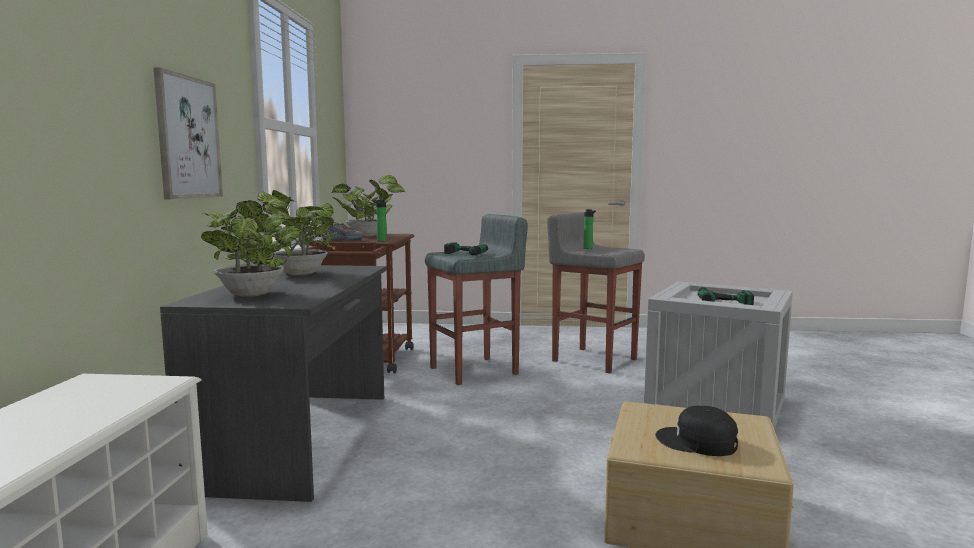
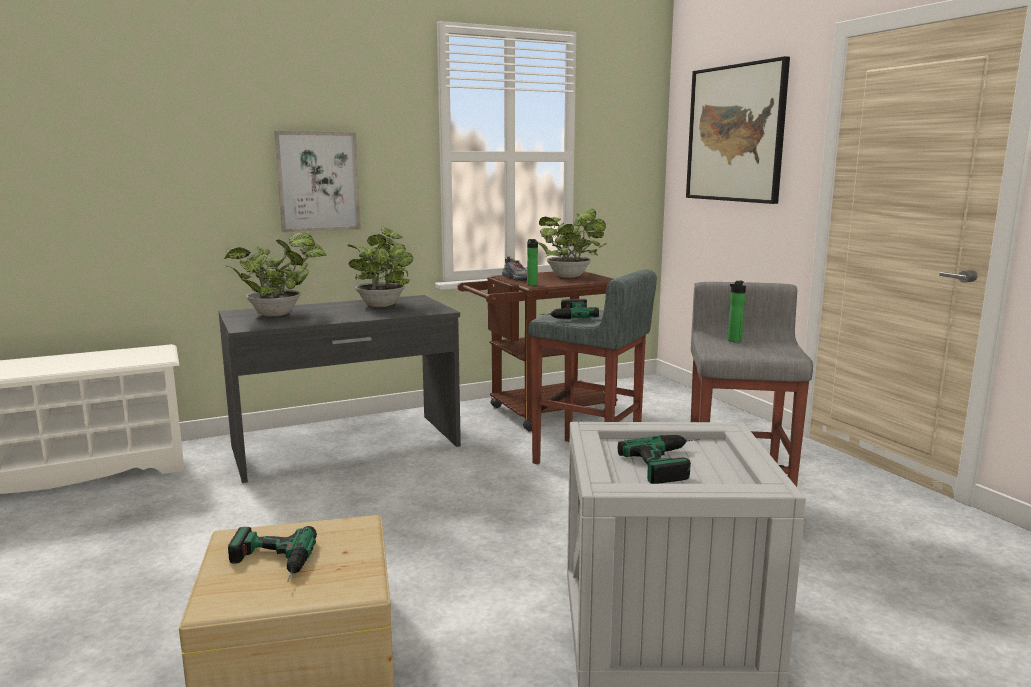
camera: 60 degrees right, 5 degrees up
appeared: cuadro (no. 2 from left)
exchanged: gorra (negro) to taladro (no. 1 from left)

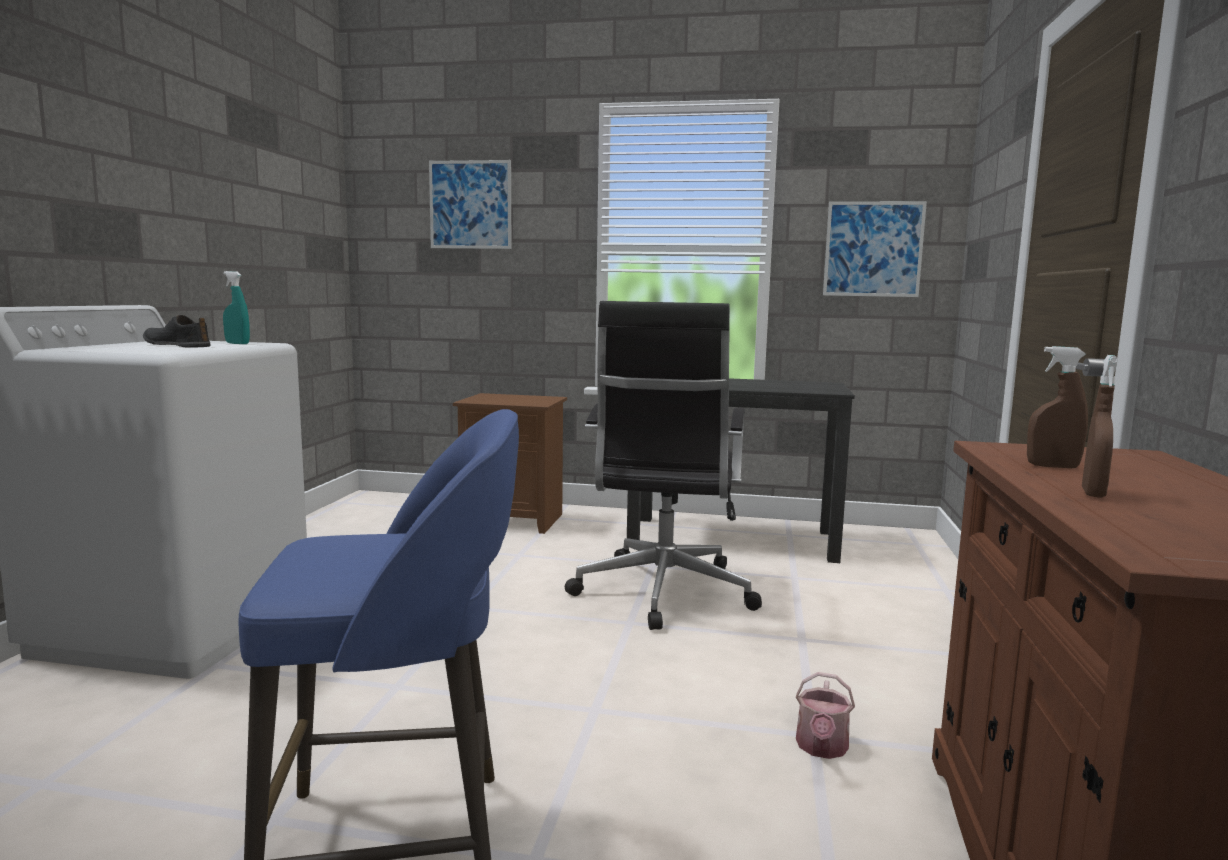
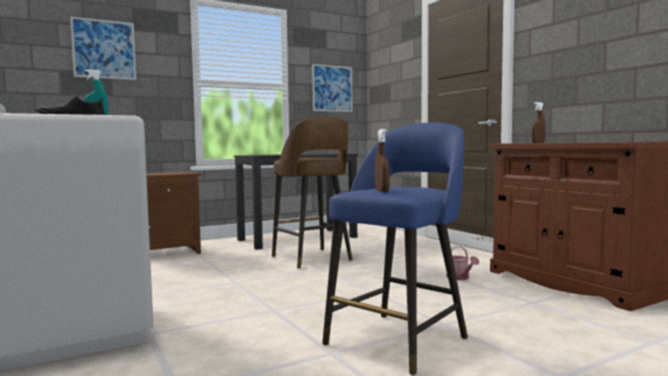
camera: 40 degrees left, 5 degrees down
relocated: pulverizador (marrón) (no. 2 from left in the first image) to pulverizador (marrón) (no. 1 from left)
exchanged: silla de oficina (negro) to taburete (marrón)

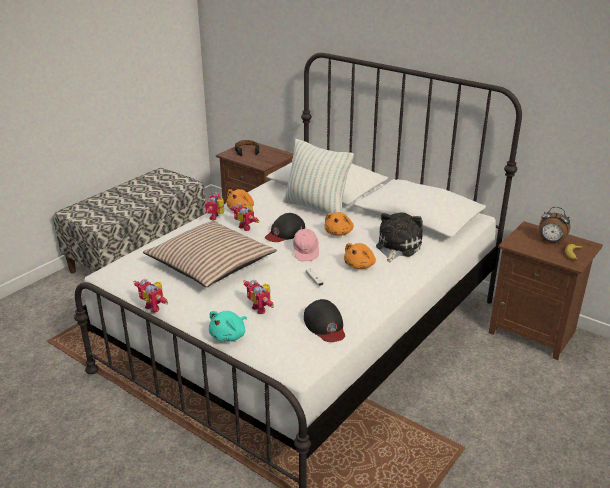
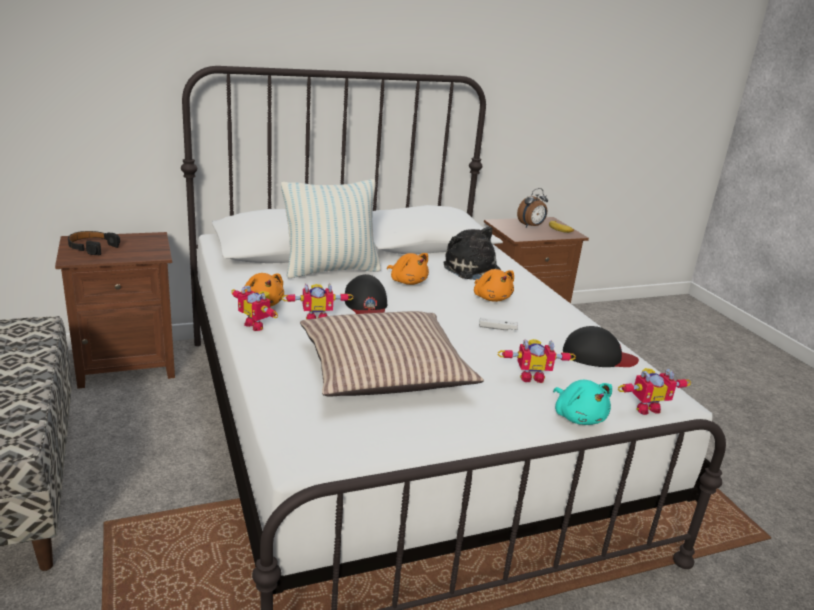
camera: 60 degrees left, 5 degrees down
missing: gorra (rosa)
relocated: robot de juguete (no. 1 from left in the first image) to robot de juguete (no. 4 from left)

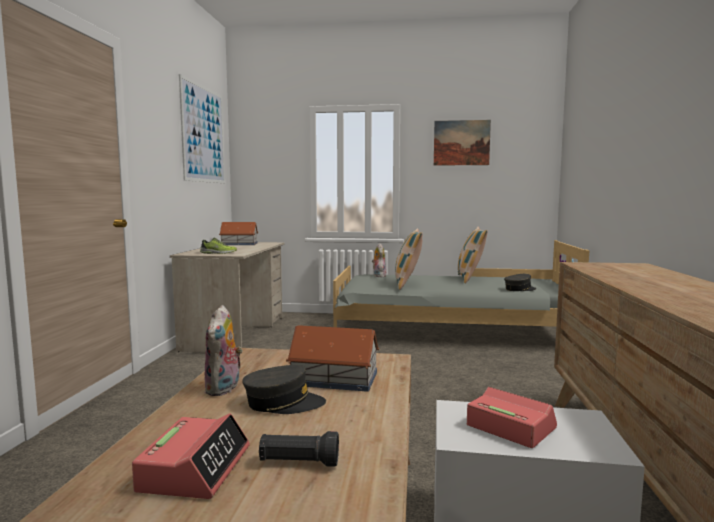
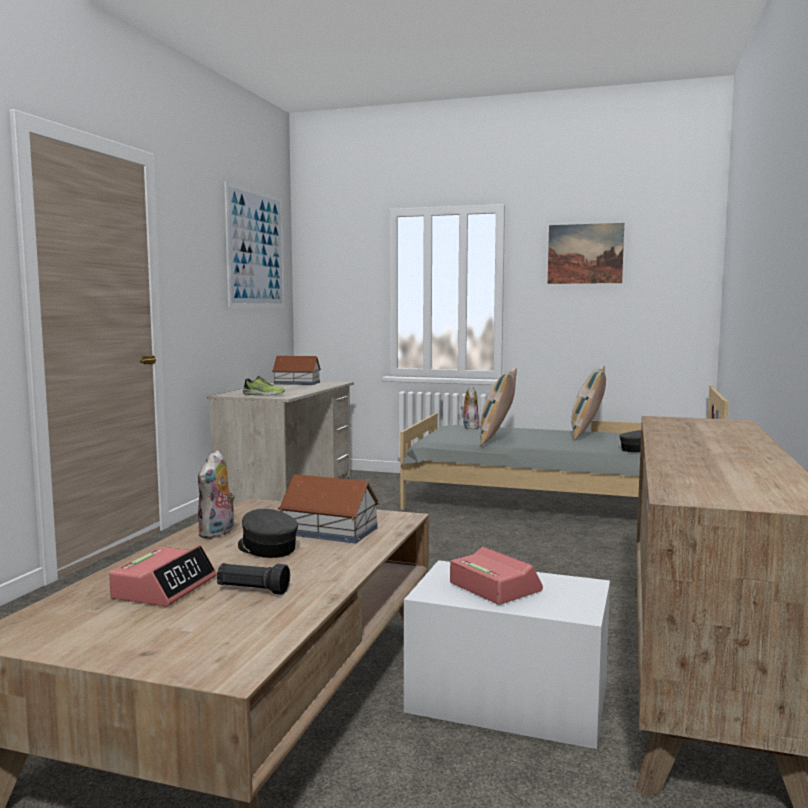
camera: 10 degrees right, 0 degrees up
spun: gorra (gris) (no. 1 from left) 135 degrees counterclockwise

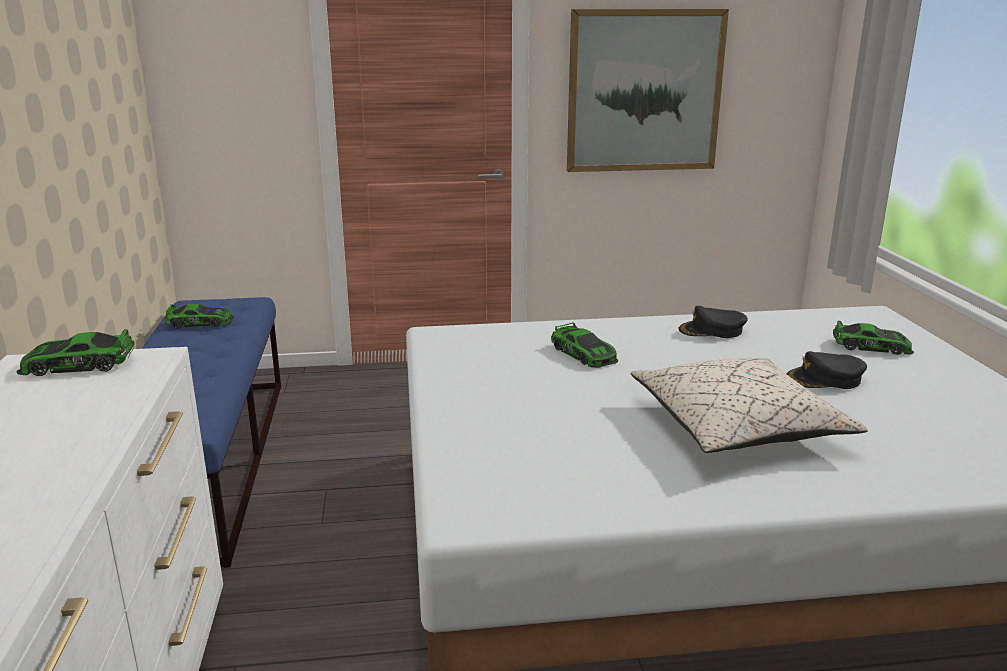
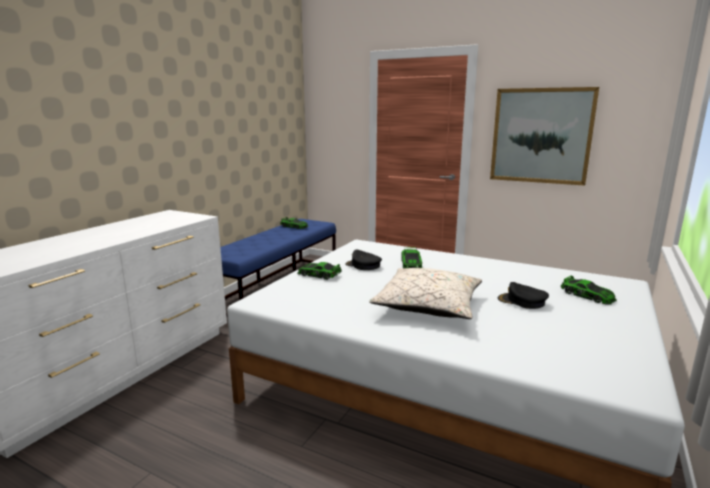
camera: 35 degrees right, 5 degrees down
relocated: coche de juguete (no. 1 from left in the first image) to coche de juguete (no. 2 from left); gorra (negro) (no. 1 from left)

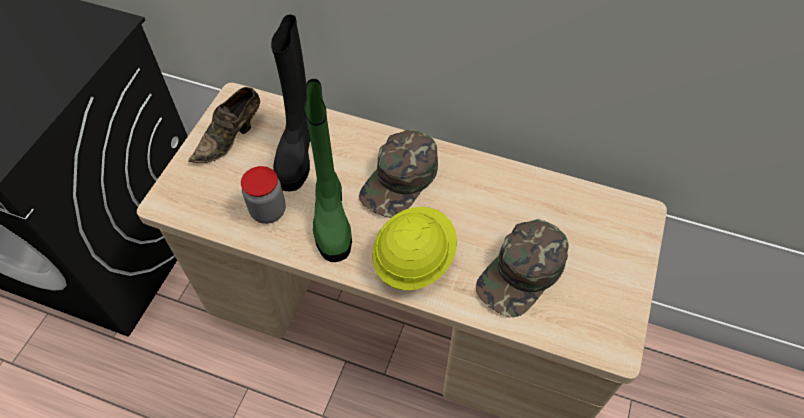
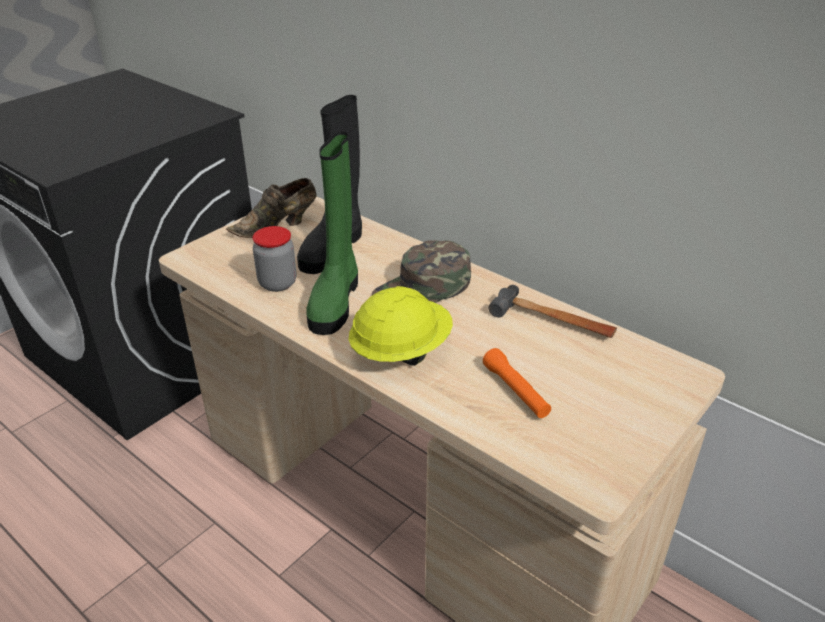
camera: 20 degrees right, 20 degrees down
appeared: martillo
exchanged: gorra (verde) (no. 2 from left) to linterna (naranja)

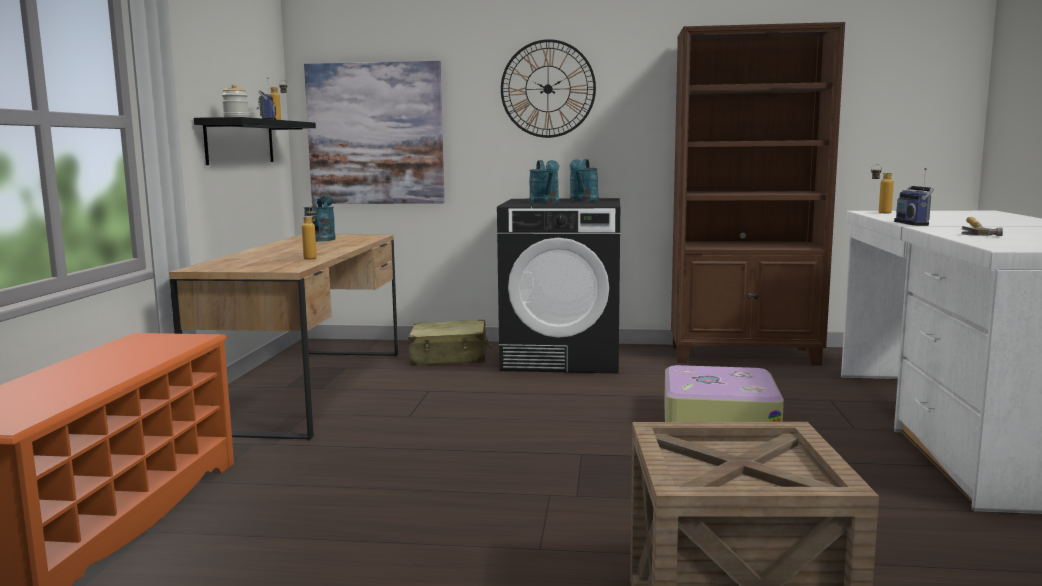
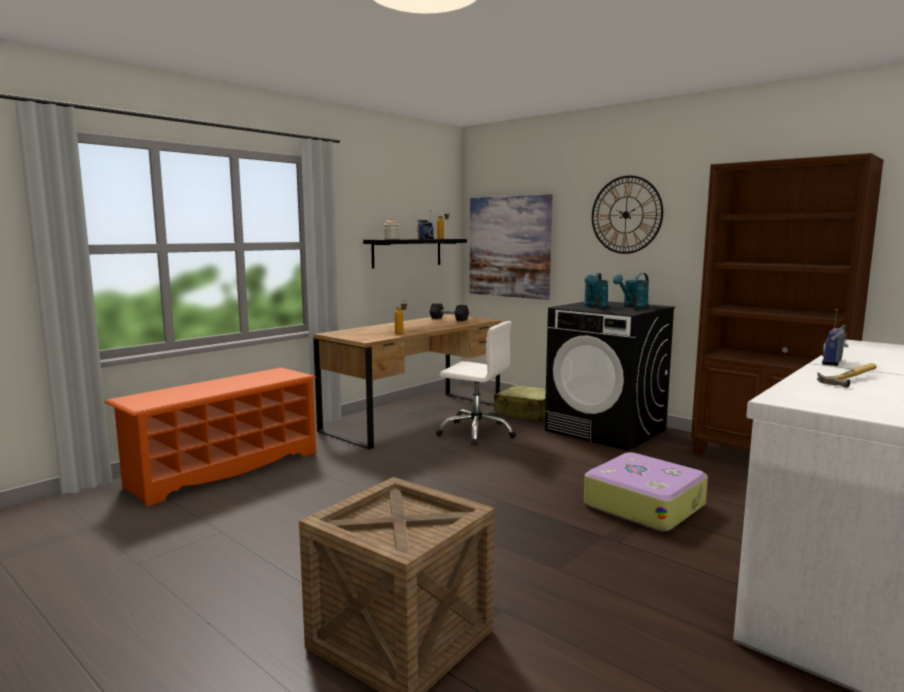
camera: 35 degrees right, 0 degrees up
missing: botella (no. 3 from left)
appeared: silla de oficina (blanco)
exchanged: regadera (turquesa) (no. 1 from left) to mancuerna (gris)

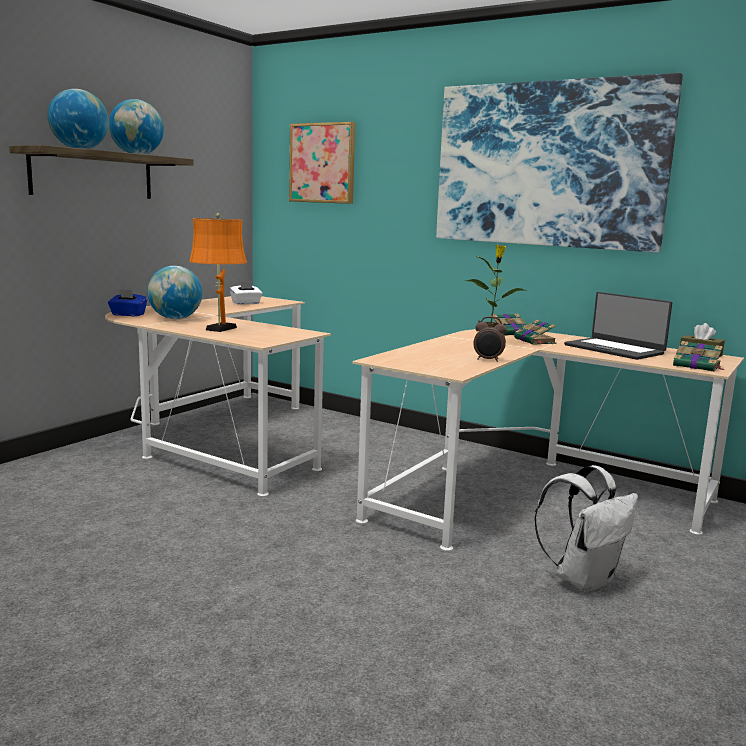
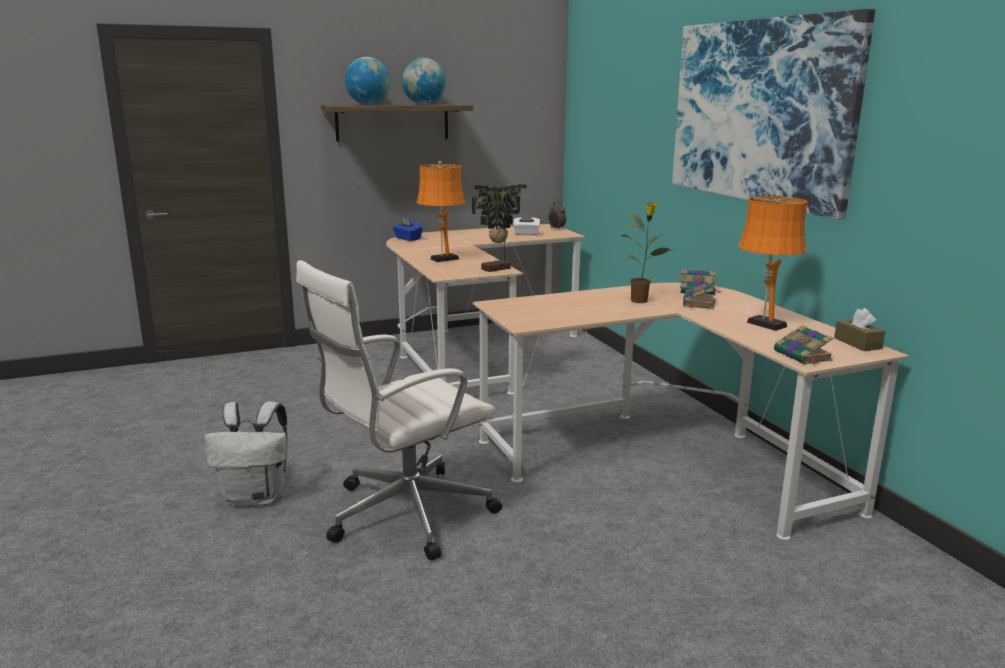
camera: 35 degrees right, 5 degrees up
missing: globo terráqueo (no. 3 from left); cuadro (no. 1 from left)
appeared: silla de oficina (blanco); planta en maceta (no. 1 from left)
relocated: despertador; mochila (blanco)
exchanged: portátil to lámpara de mesa (naranja) (no. 2 from left)

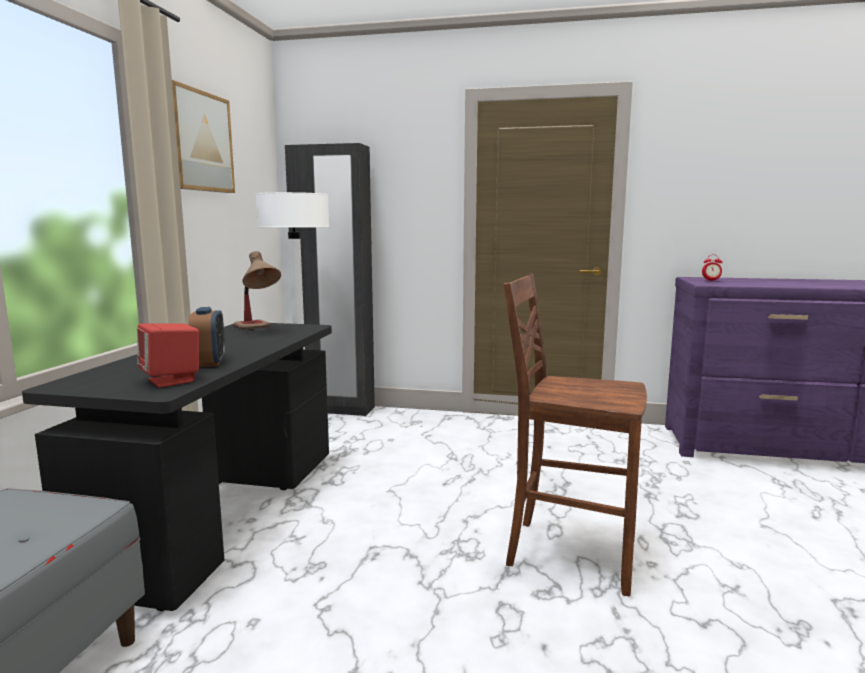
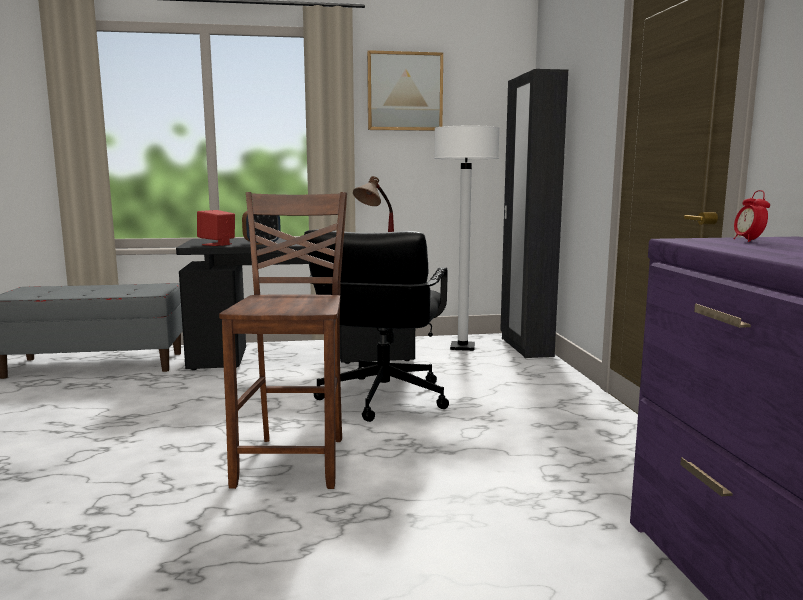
camera: 70 degrees right, 0 degrees up
appeared: silla de oficina (negro)

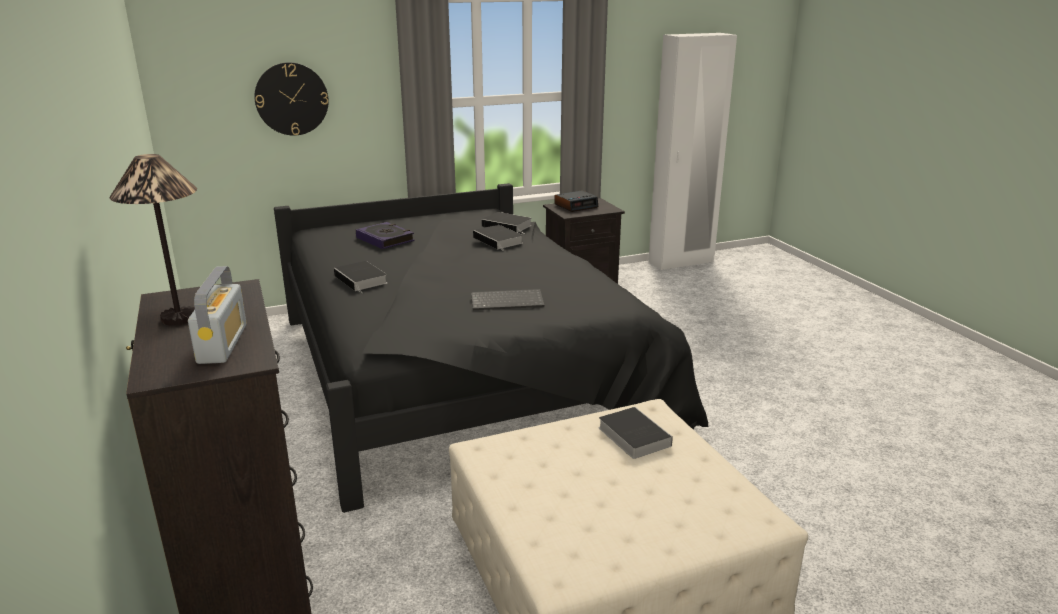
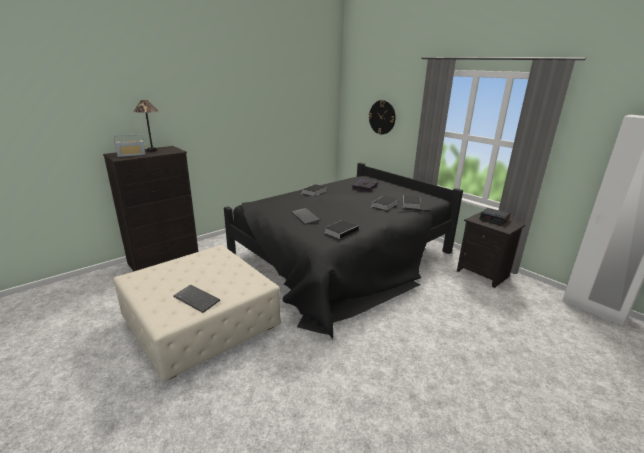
camera: 70 degrees right, 0 degrees up
appeared: teclado (no. 1 from left)
relocated: libro (no. 5 from left in the first image) to libro (no. 2 from left)

